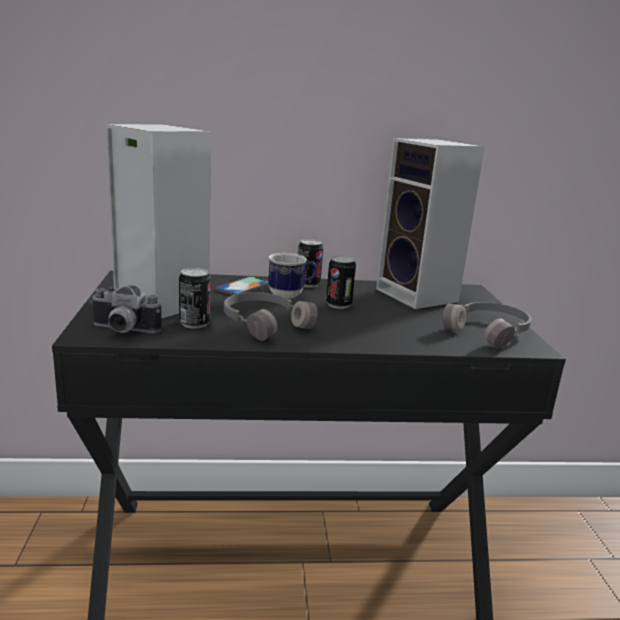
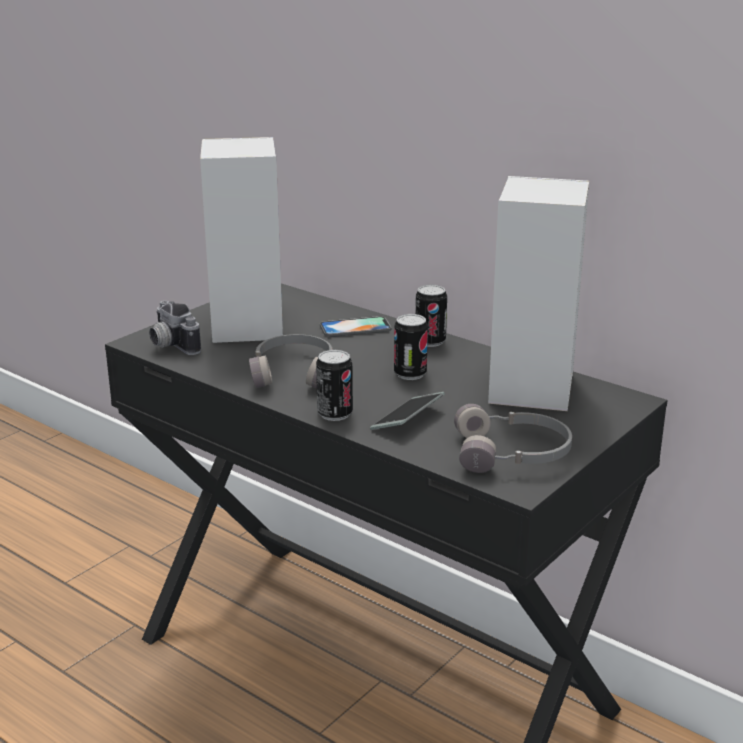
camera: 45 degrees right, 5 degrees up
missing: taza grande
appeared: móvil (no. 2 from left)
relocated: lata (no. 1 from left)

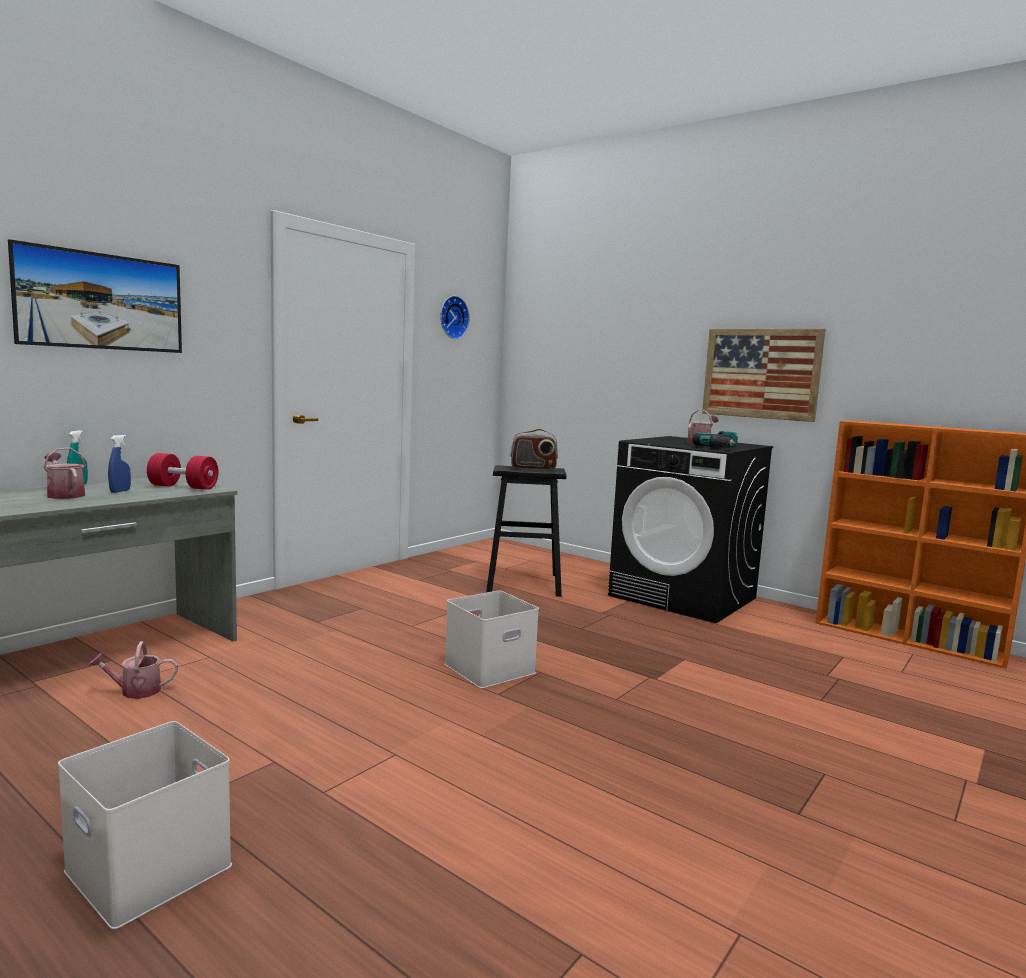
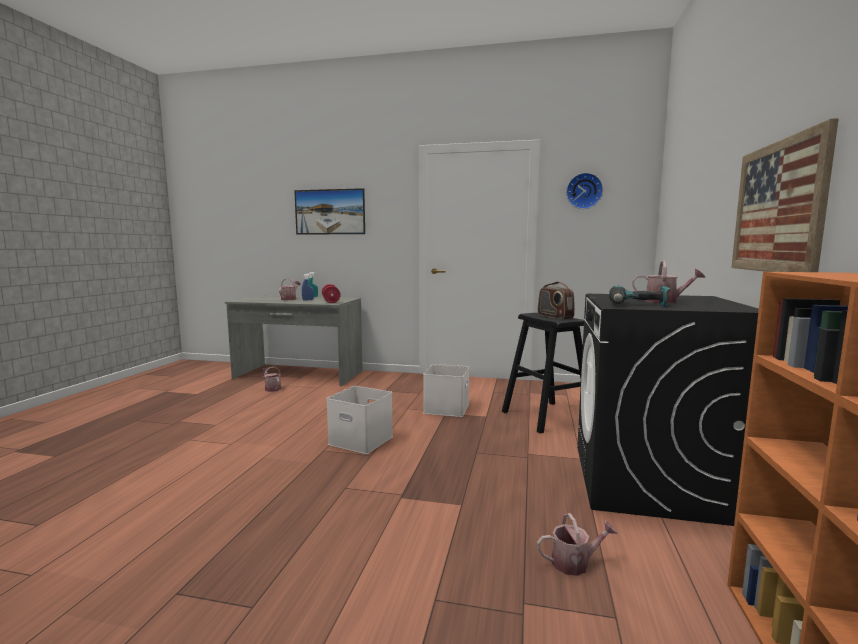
camera: 65 degrees right, 0 degrees up
appeared: regadera (no. 3 from left)
relocated: caja de almacenaje (blanco) (no. 1 from left in the first image) to caja de almacenaje (blanco) (no. 2 from left)

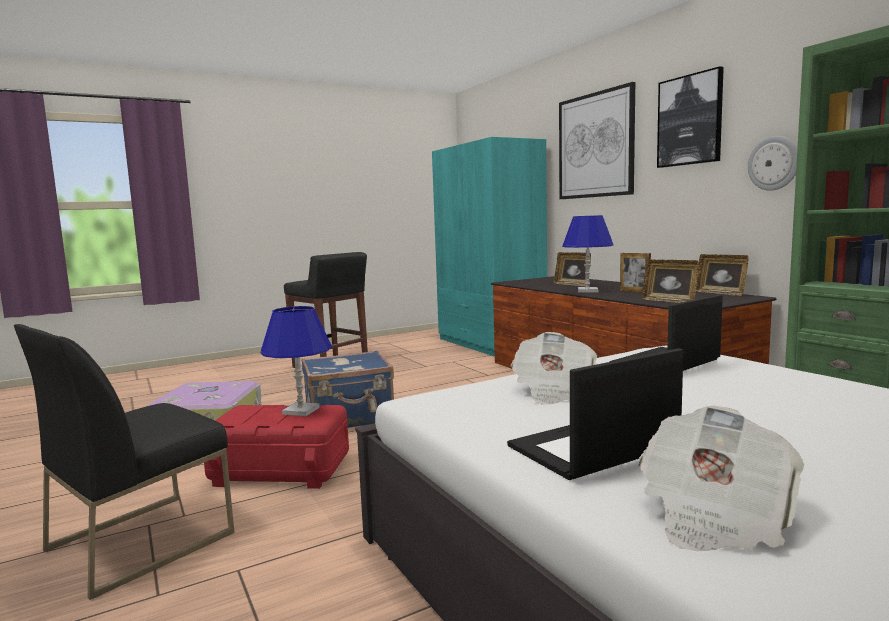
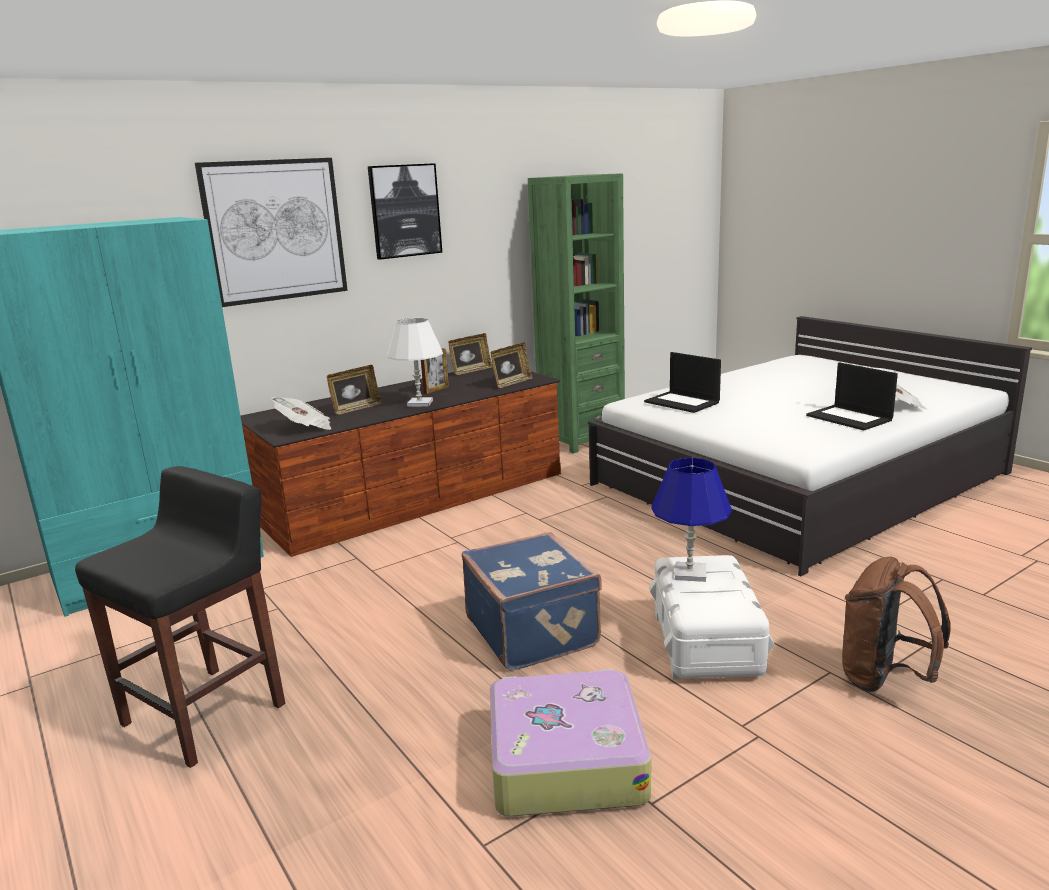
camera: 95 degrees left, 10 degrees up
missing: reloj de pared
relocated: periódico (no. 1 from left)
exchanged: silla (negro) to mochila (marrón)
colour: caja de almacenaje (rojo) to caja de almacenaje (blanco); lámpara de mesa (azul) (no. 2 from left) to lámpara de mesa (blanco)

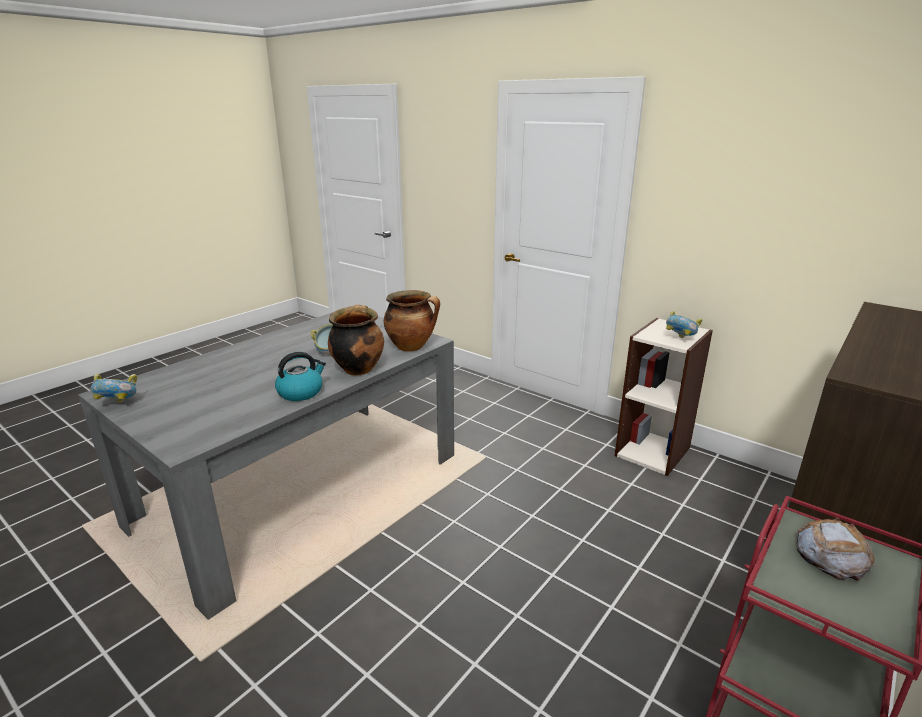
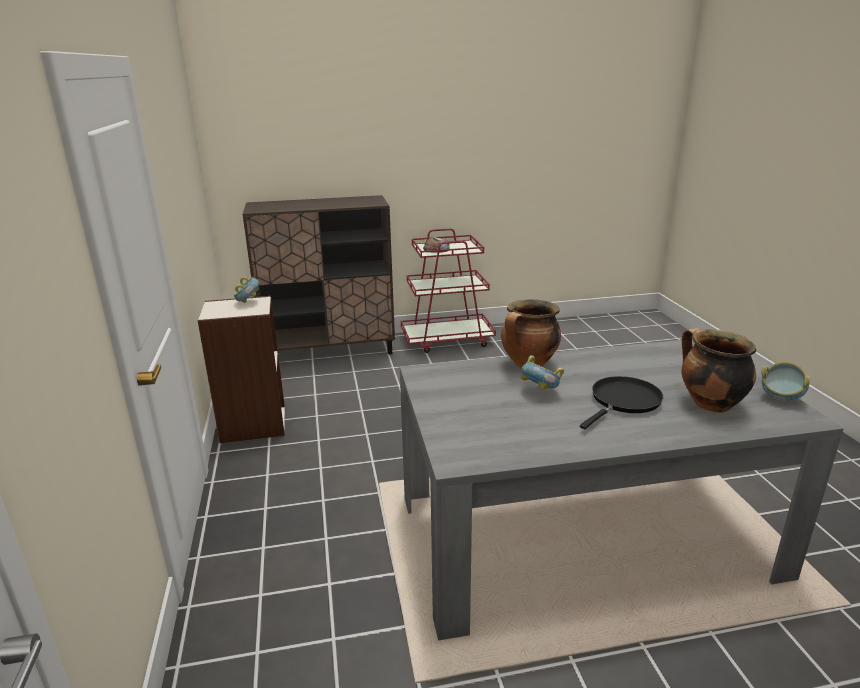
camera: 140 degrees left, 0 degrees up
missing: hervidor
appeared: sartén (negro)
relocated: olla (no. 2 from left)

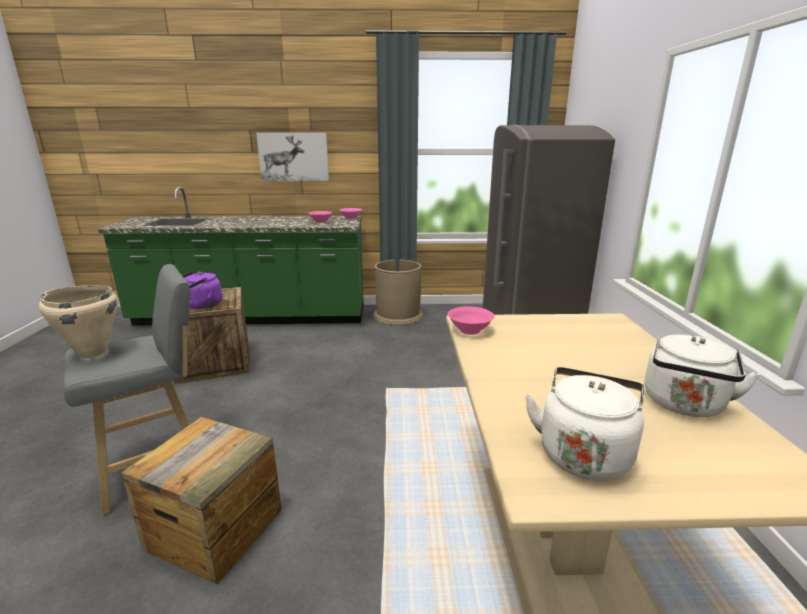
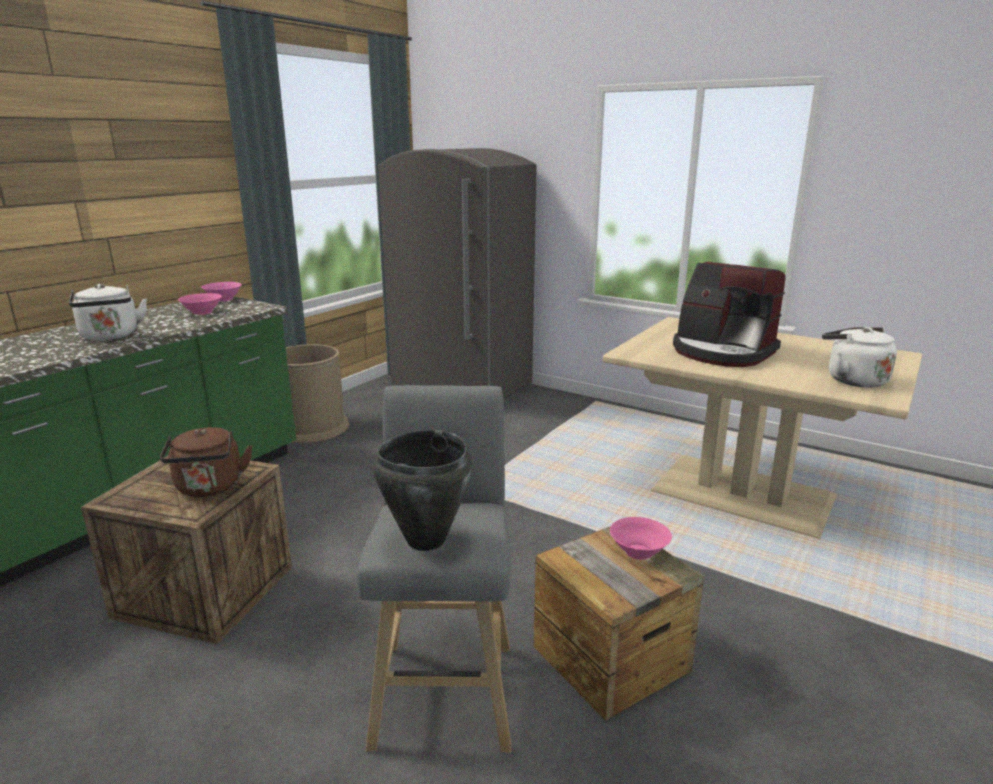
camera: 55 degrees left, 0 degrees up
missing: cuadro
appeared: cafetera
relocated: cuenco (rosa) (no. 3 from left); hervidor (blanco) (no. 2 from left in the first image) to hervidor (blanco) (no. 1 from left)
colour: olla (beis) to olla (negro); hervidor (morado) to hervidor (marrón)

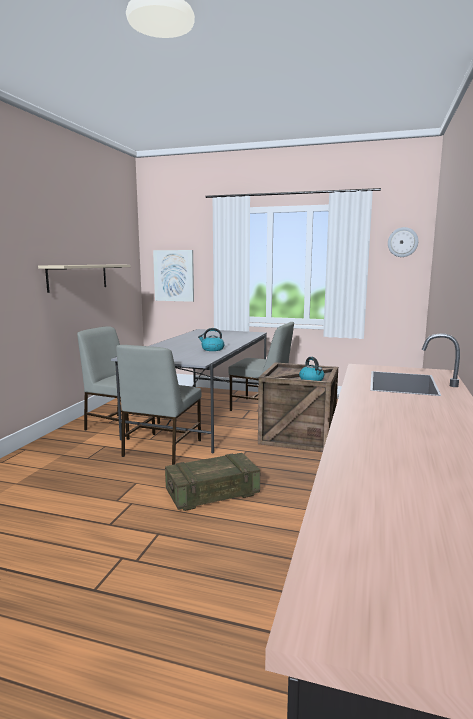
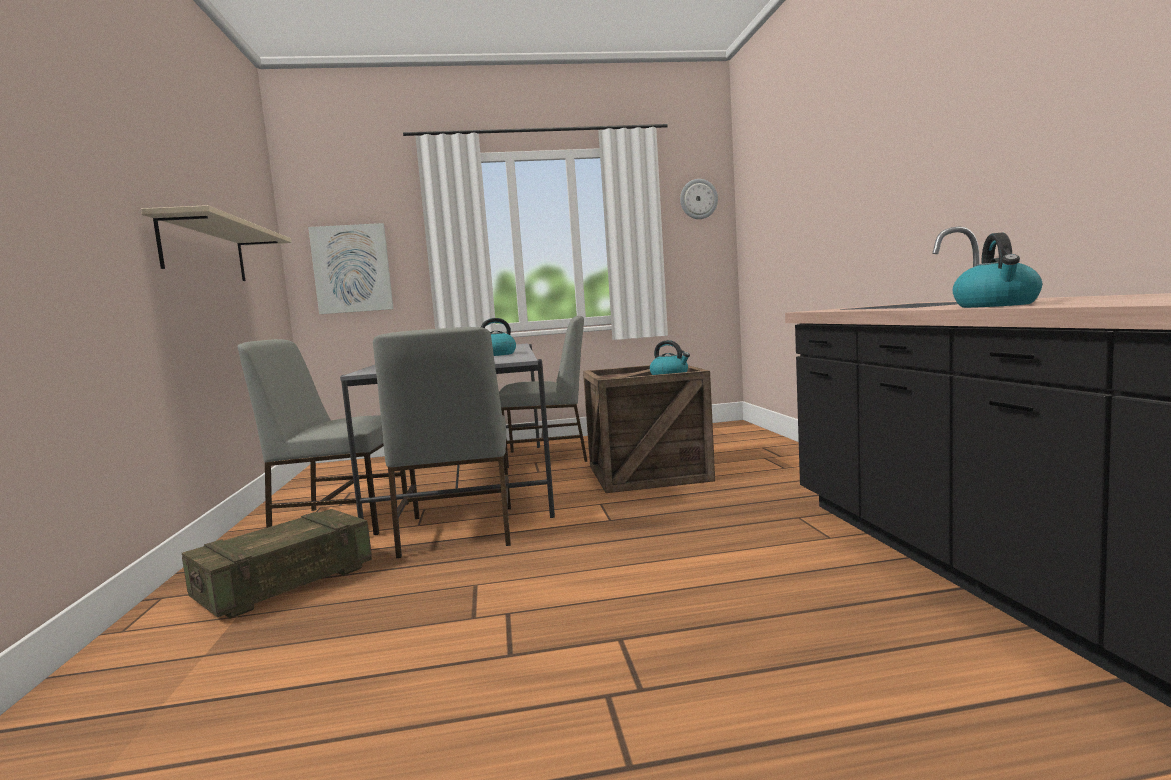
camera: 25 degrees left, 5 degrees down
appeared: hervidor (no. 3 from left)
relocated: caja de embalaje (no. 1 from left)

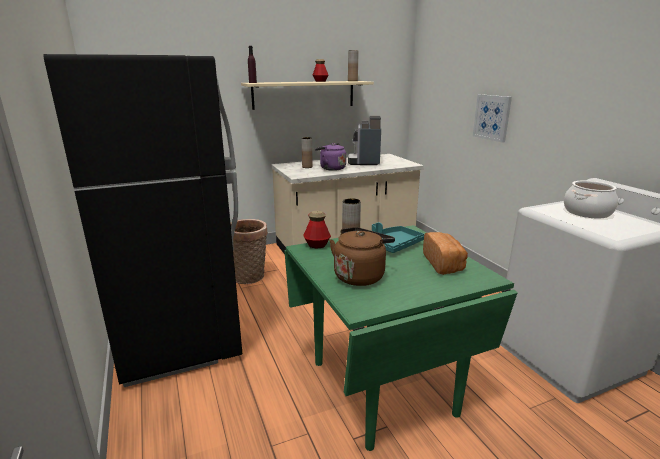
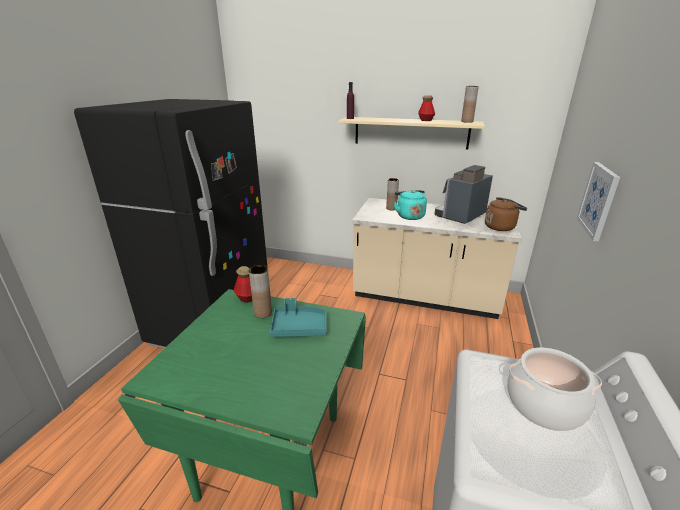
camera: 40 degrees right, 5 degrees up
missing: cesta; pan
relocated: hervidor (marrón)
colour: hervidor (morado) to hervidor (turquesa)

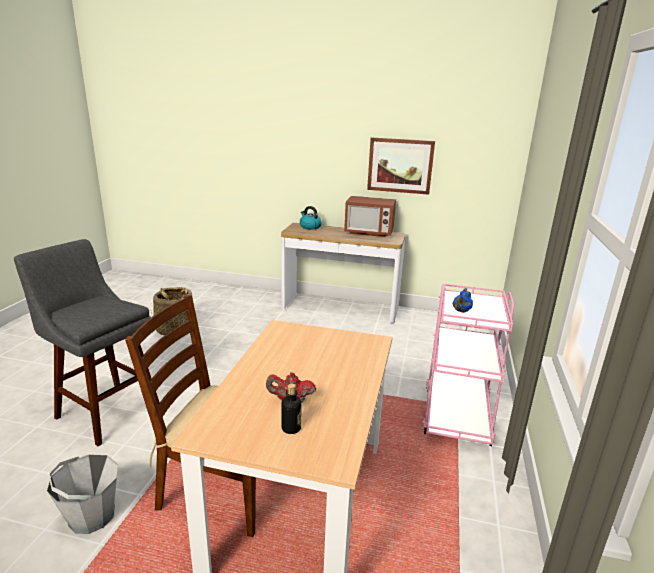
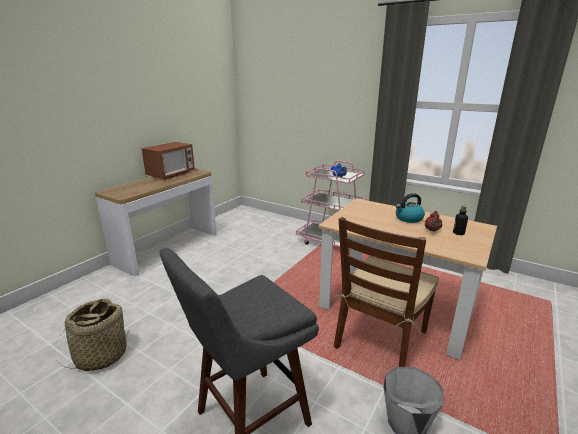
camera: 70 degrees left, 0 degrees up
missing: cuadro
relocated: hervidor

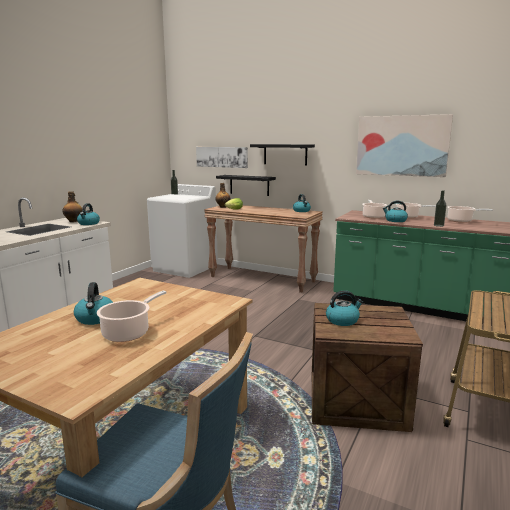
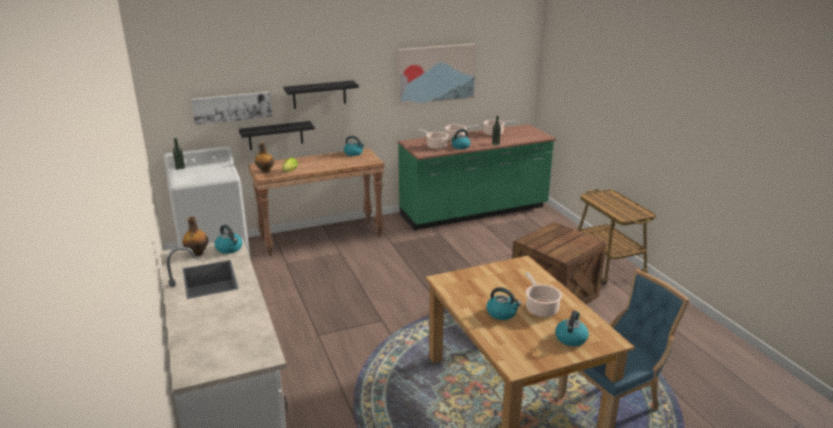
camera: 50 degrees left, 10 degrees up
relocated: hervidor (no. 4 from left in the first image) to hervidor (no. 5 from left)

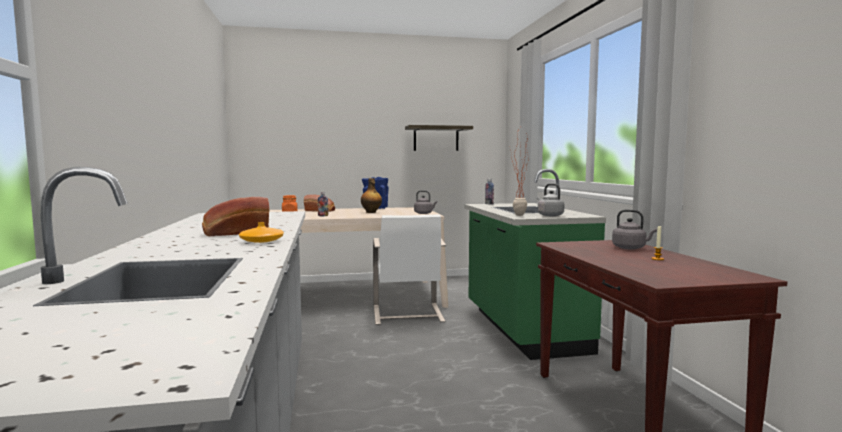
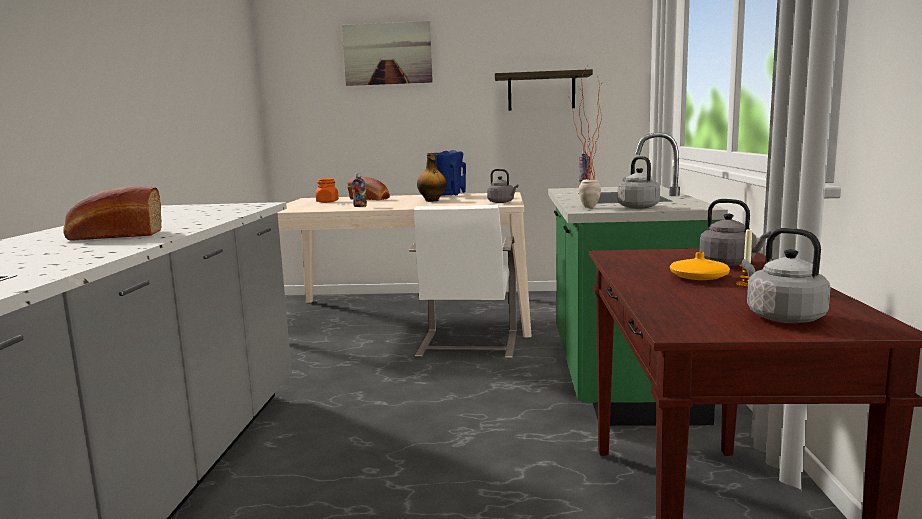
camera: 15 degrees right, 5 degrees up
appeared: cuadro; hervidor (gris) (no. 4 from left)
relocated: florero (naranja)

